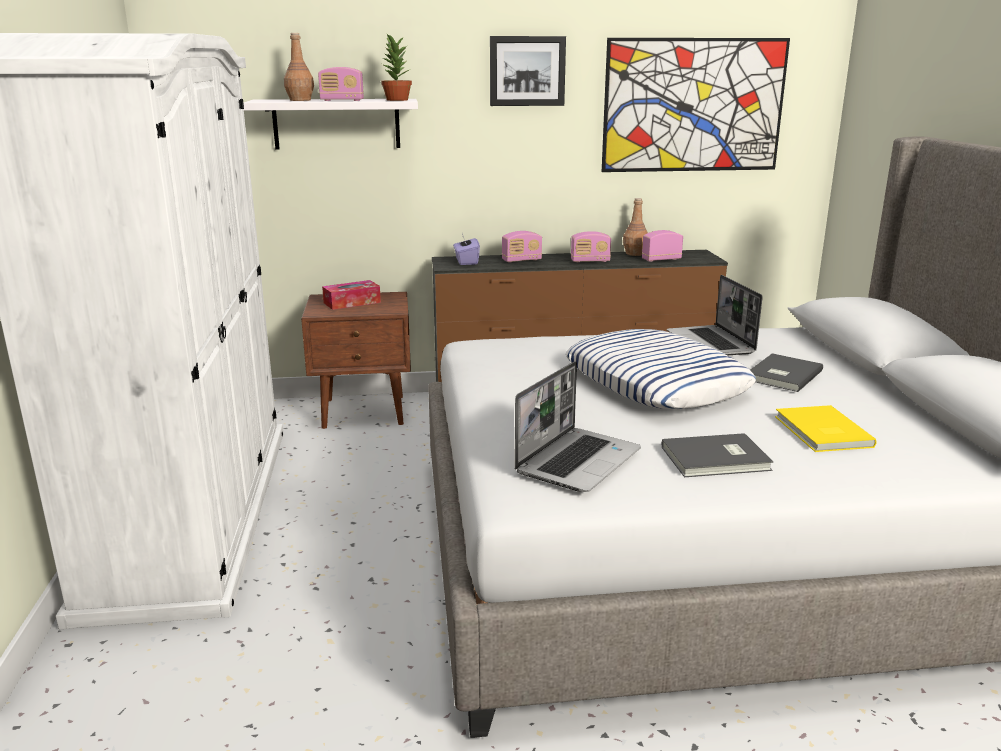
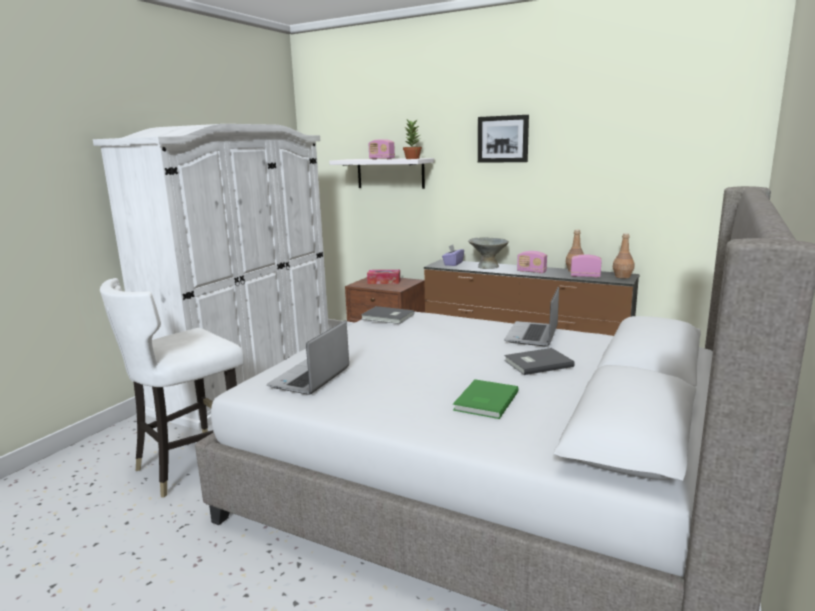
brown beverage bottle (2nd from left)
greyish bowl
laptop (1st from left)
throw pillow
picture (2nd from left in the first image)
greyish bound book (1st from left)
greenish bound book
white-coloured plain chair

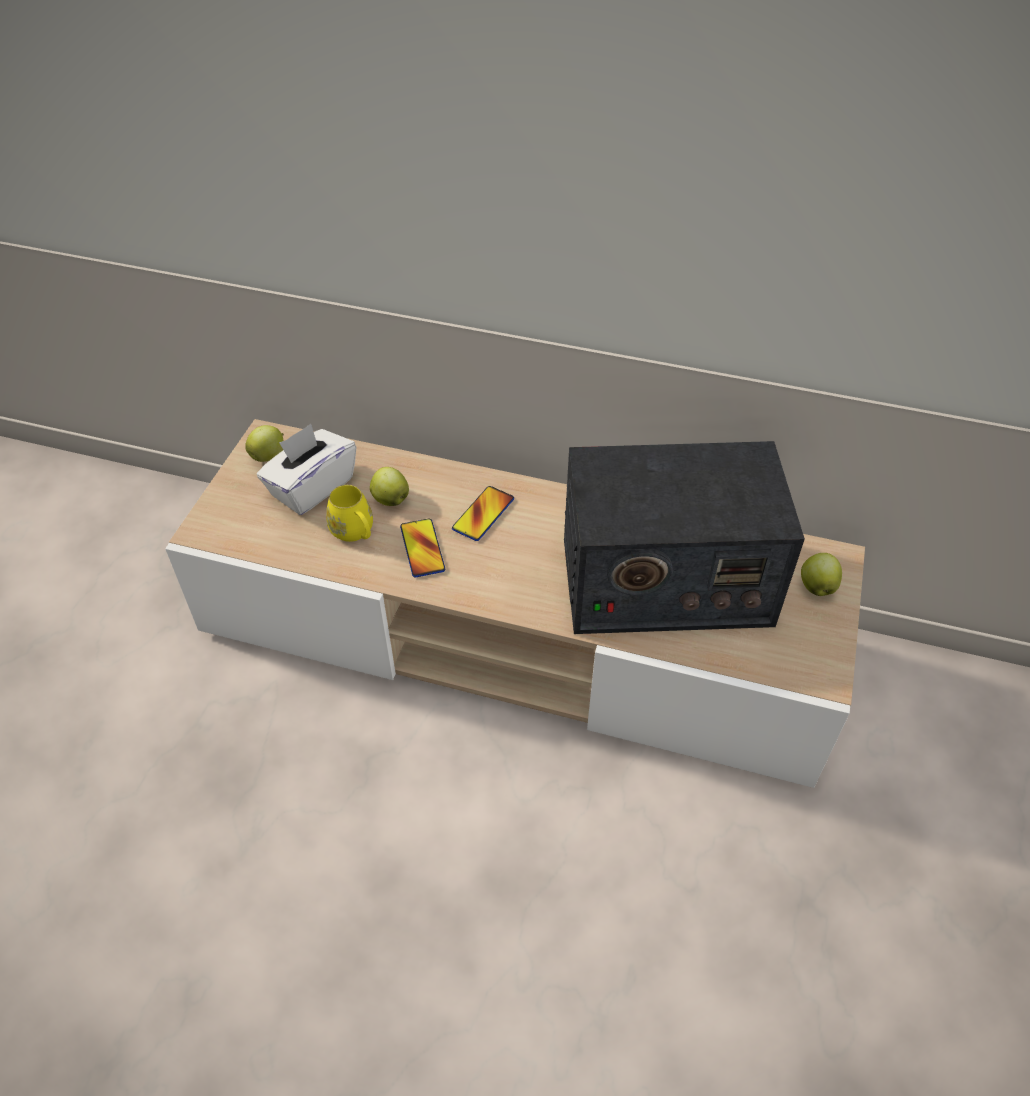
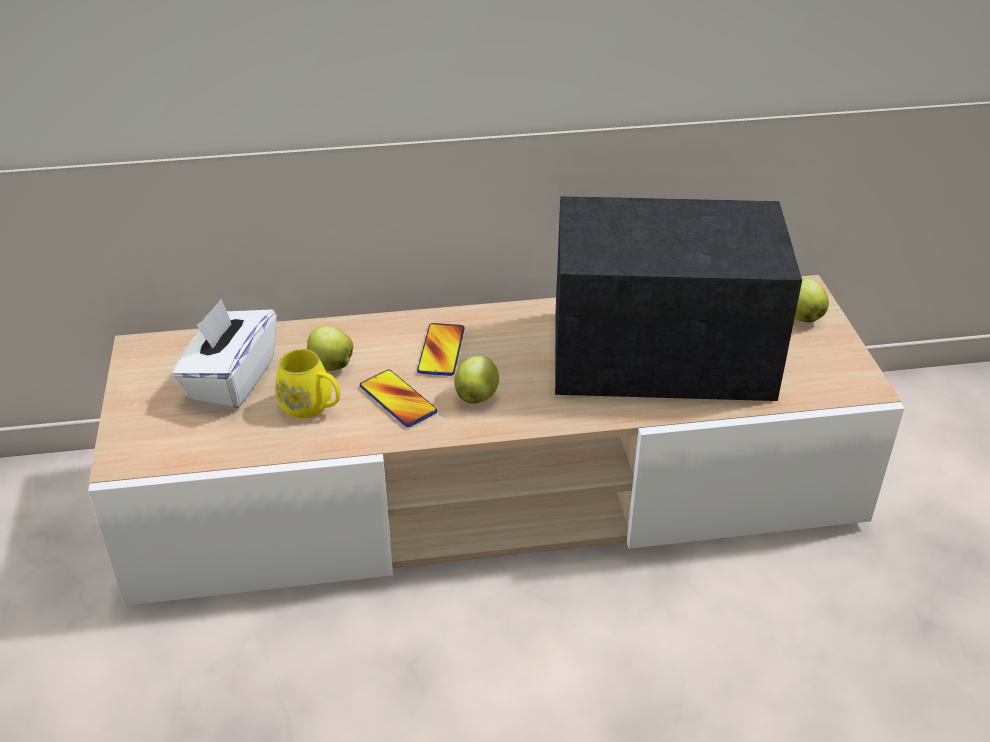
apple (2nd from left)
radio receiver

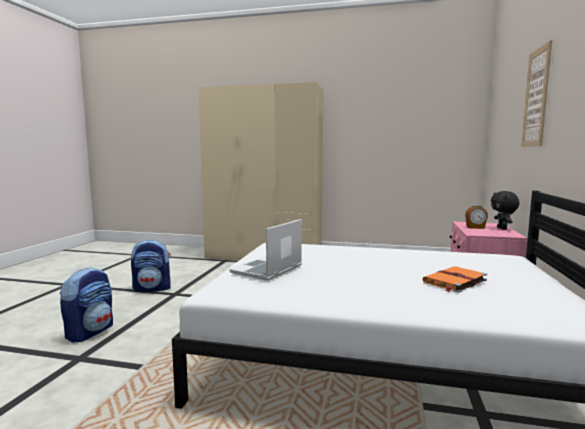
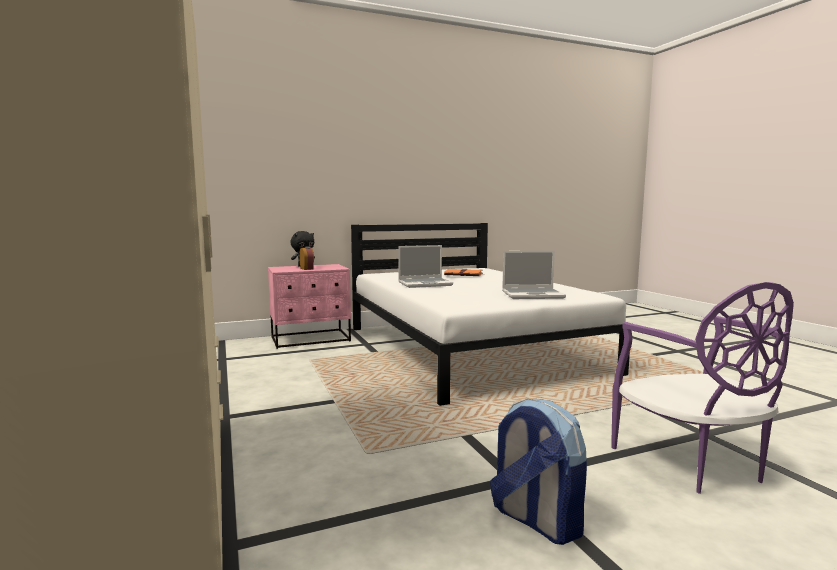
purplish plain chair
picture
laptop (1st from left)

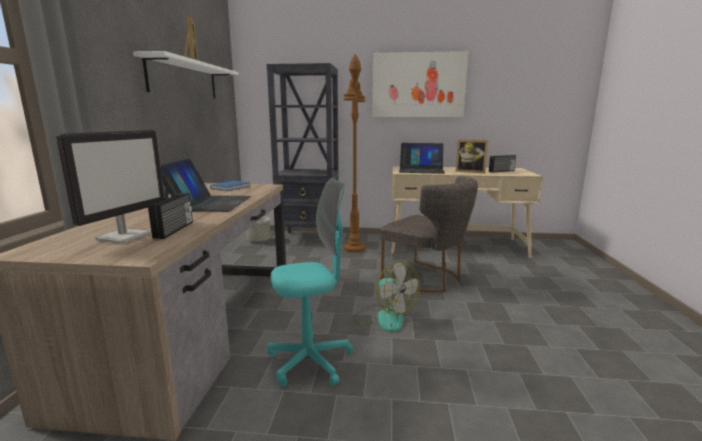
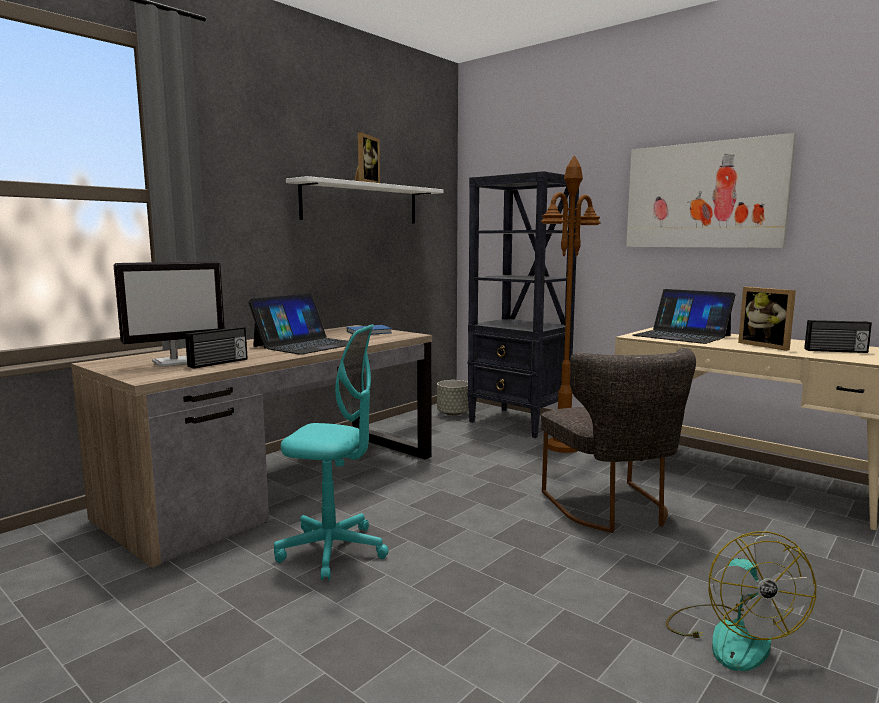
electric fan

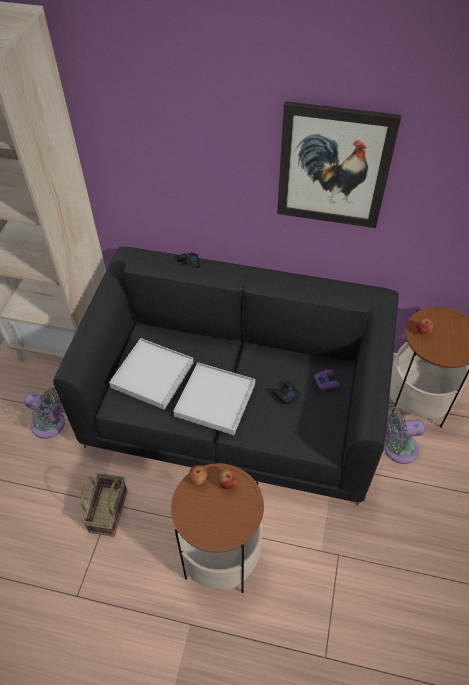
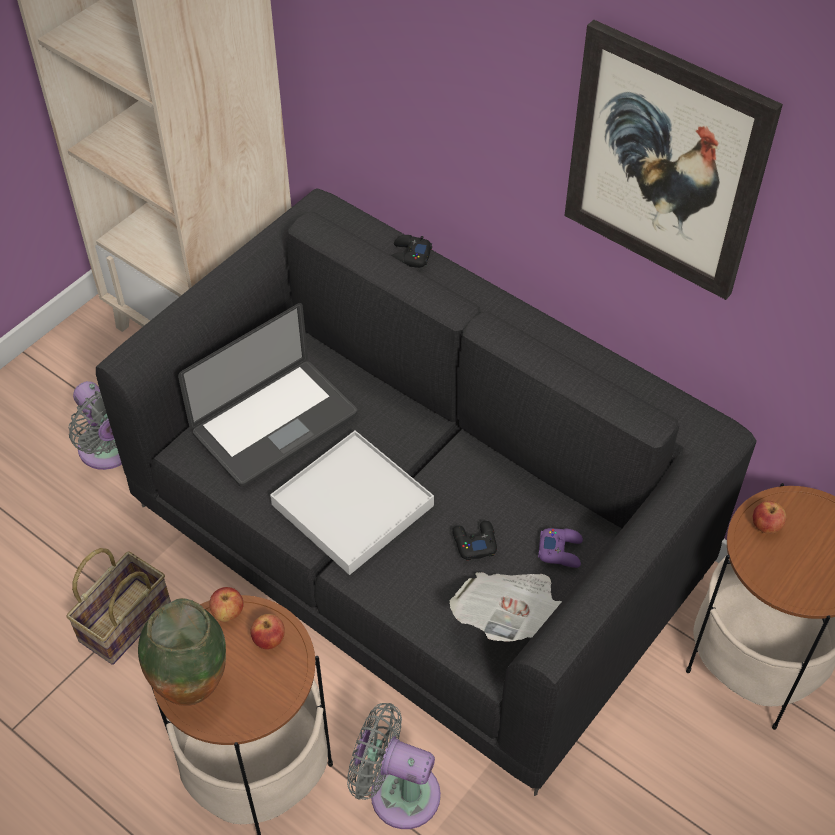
laptop
greyish electric fan (2nd from left)
decorative vase
printed paper

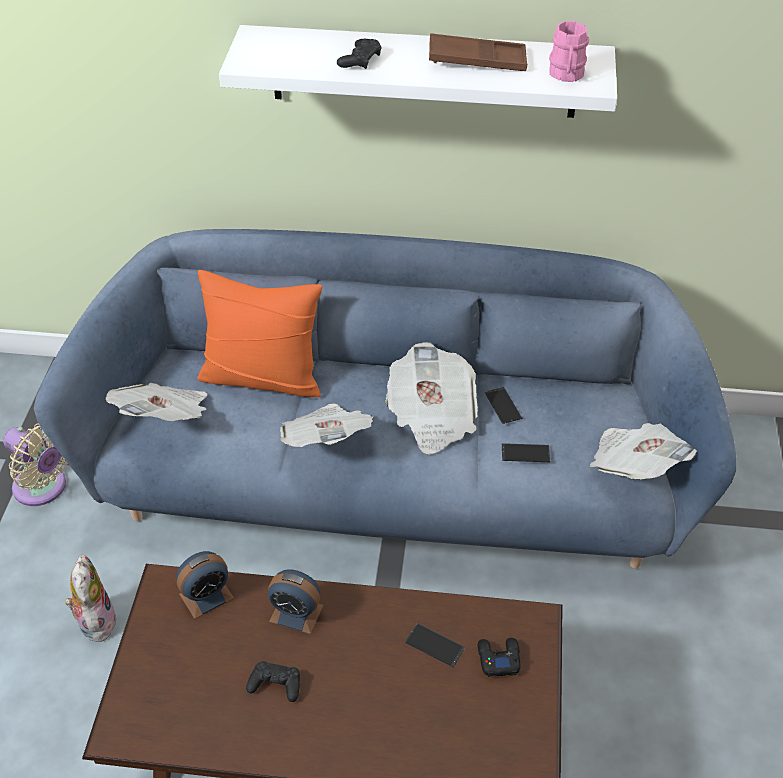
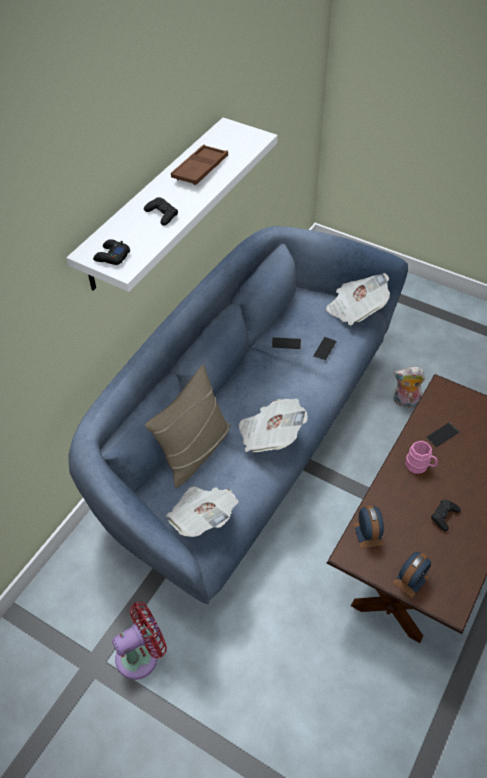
red-coloured electric fan
cuddly toy
beige-coloured throw pillow
alarm clock (2nd from left)
printed paper (3rd from left in the first image)
black gamepad (1st from left)
pinkish coffee mug

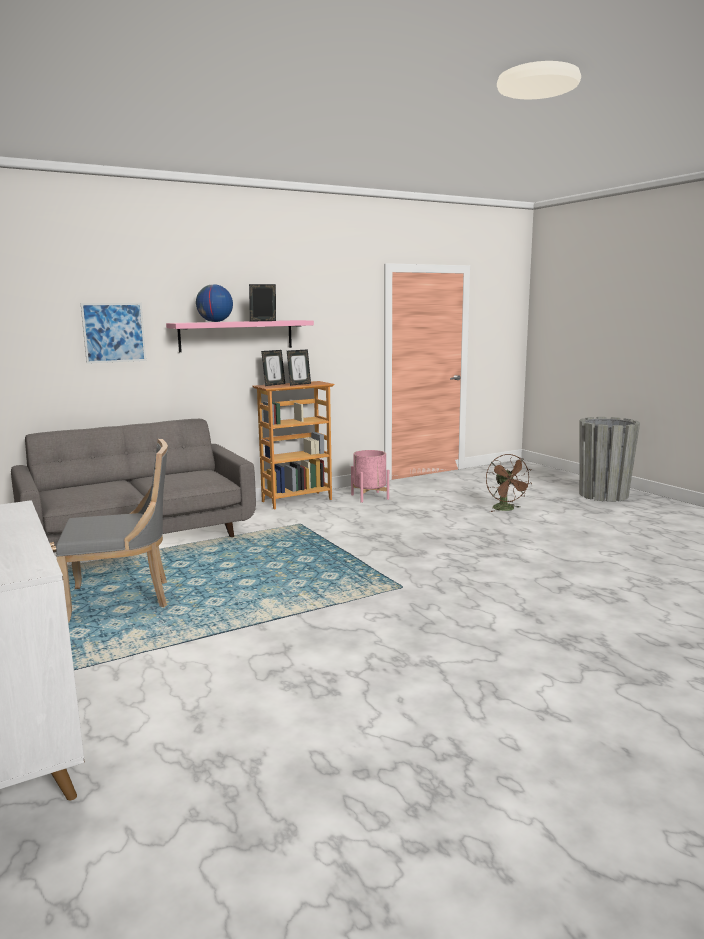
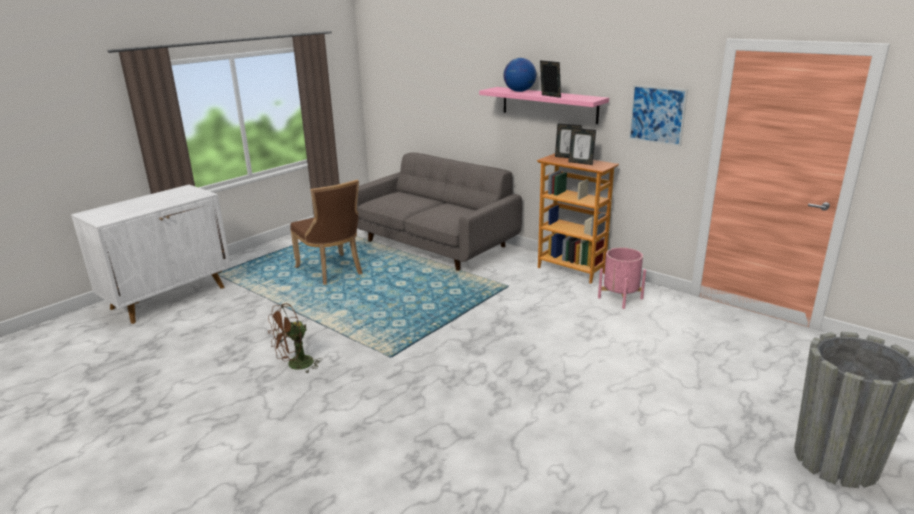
brown plain chair
picture
brown electric fan

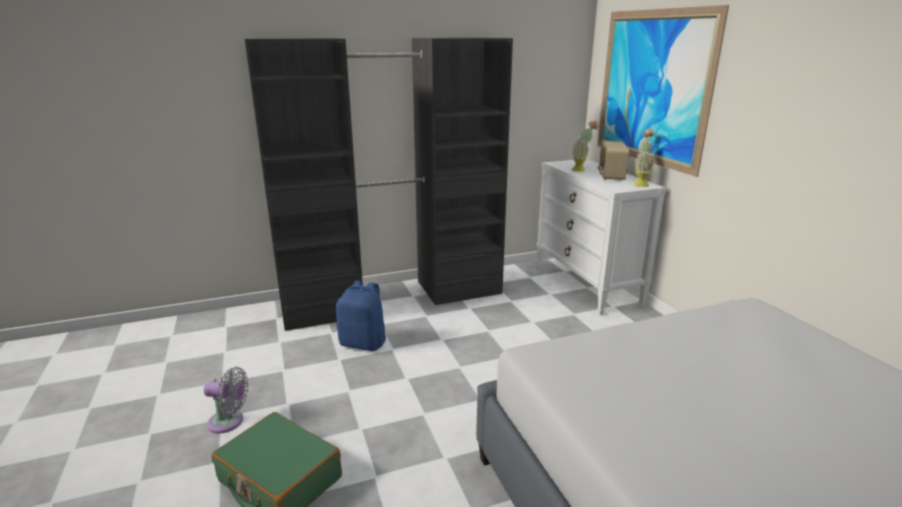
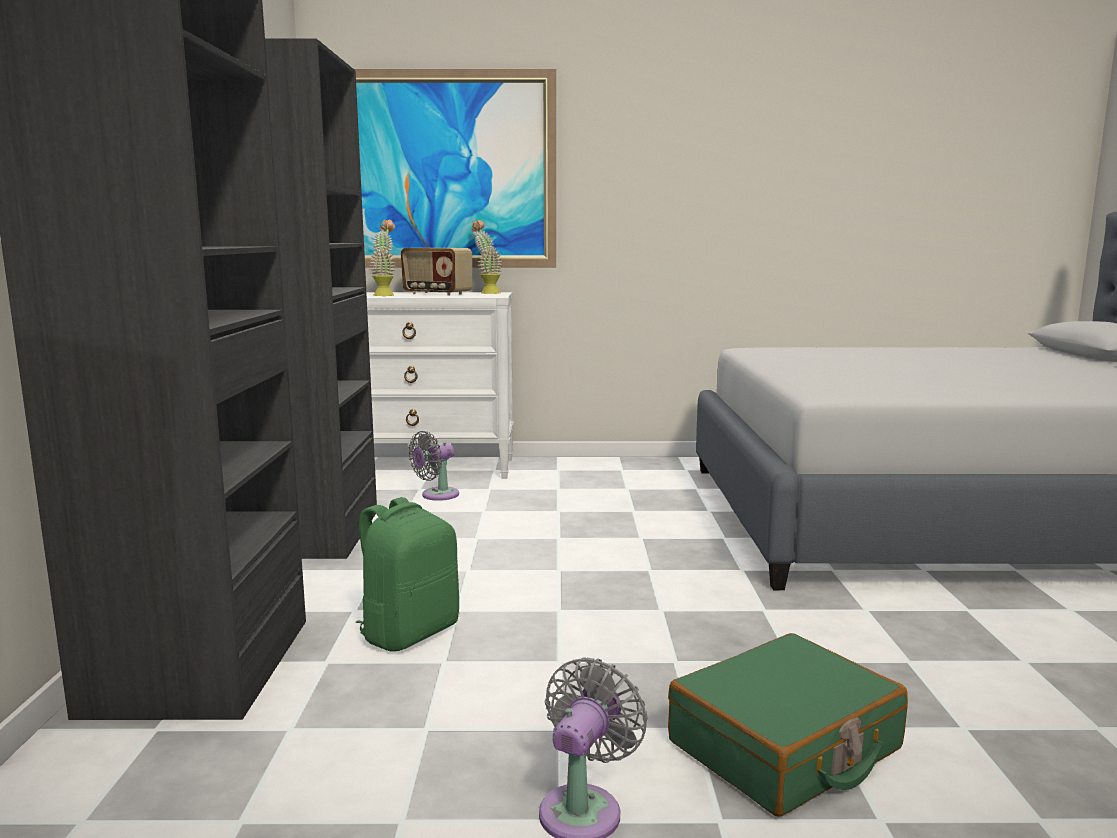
greenish rucksack
greyish electric fan (1st from left)

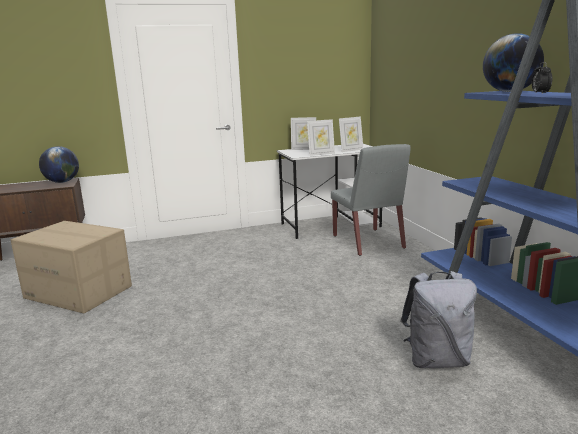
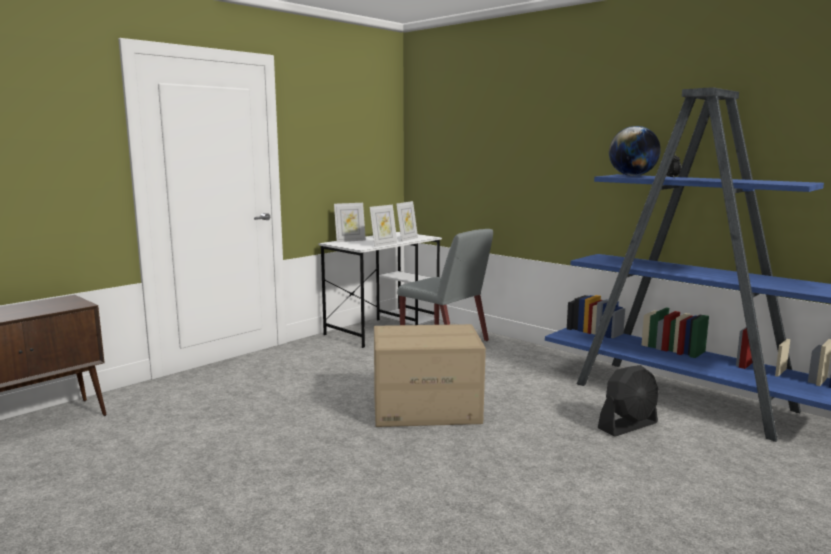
carton
world globe (1st from left in the first image)
black electric fan

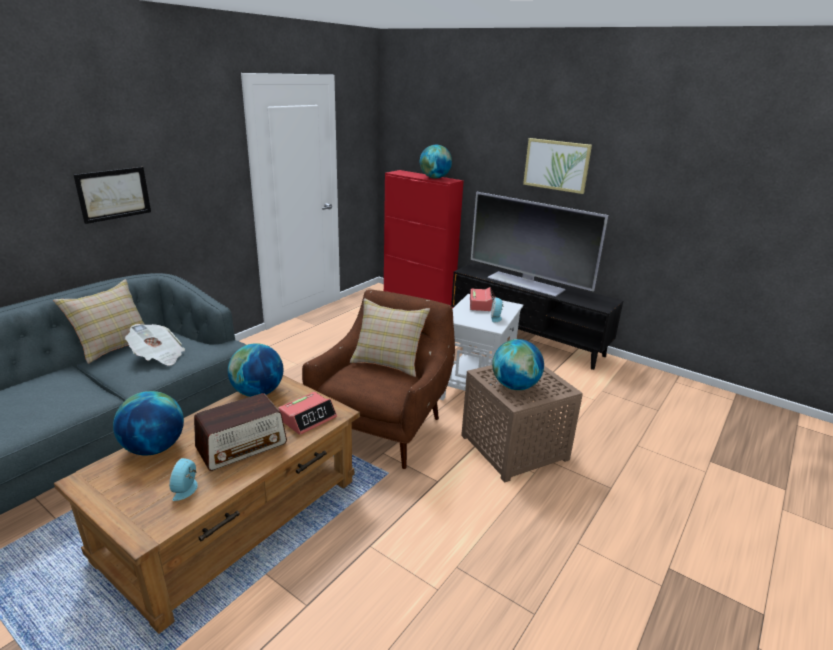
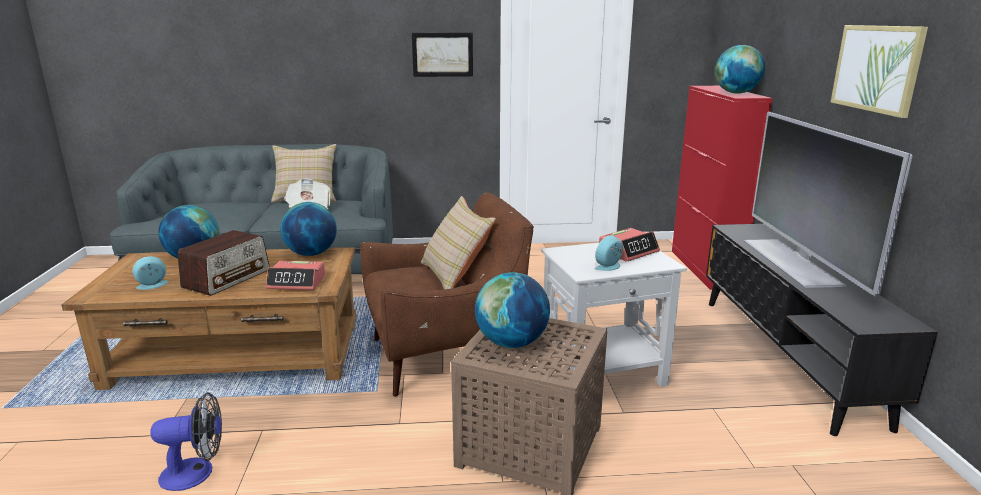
picture (1st from left)
radio receiver
electric fan

